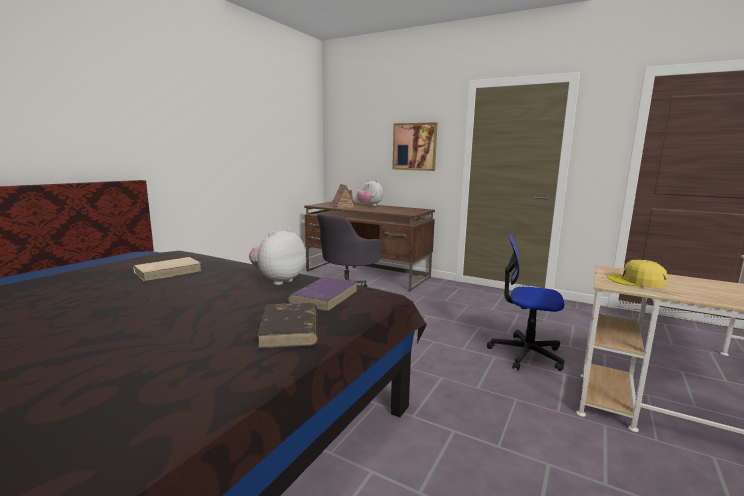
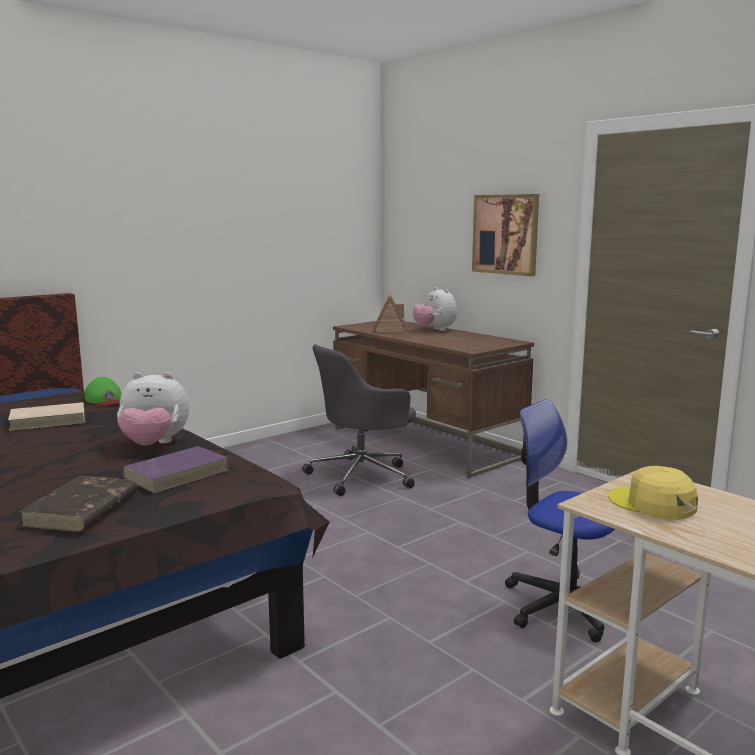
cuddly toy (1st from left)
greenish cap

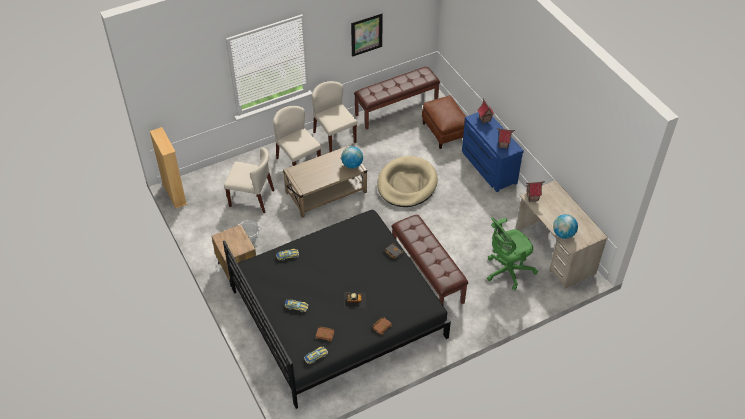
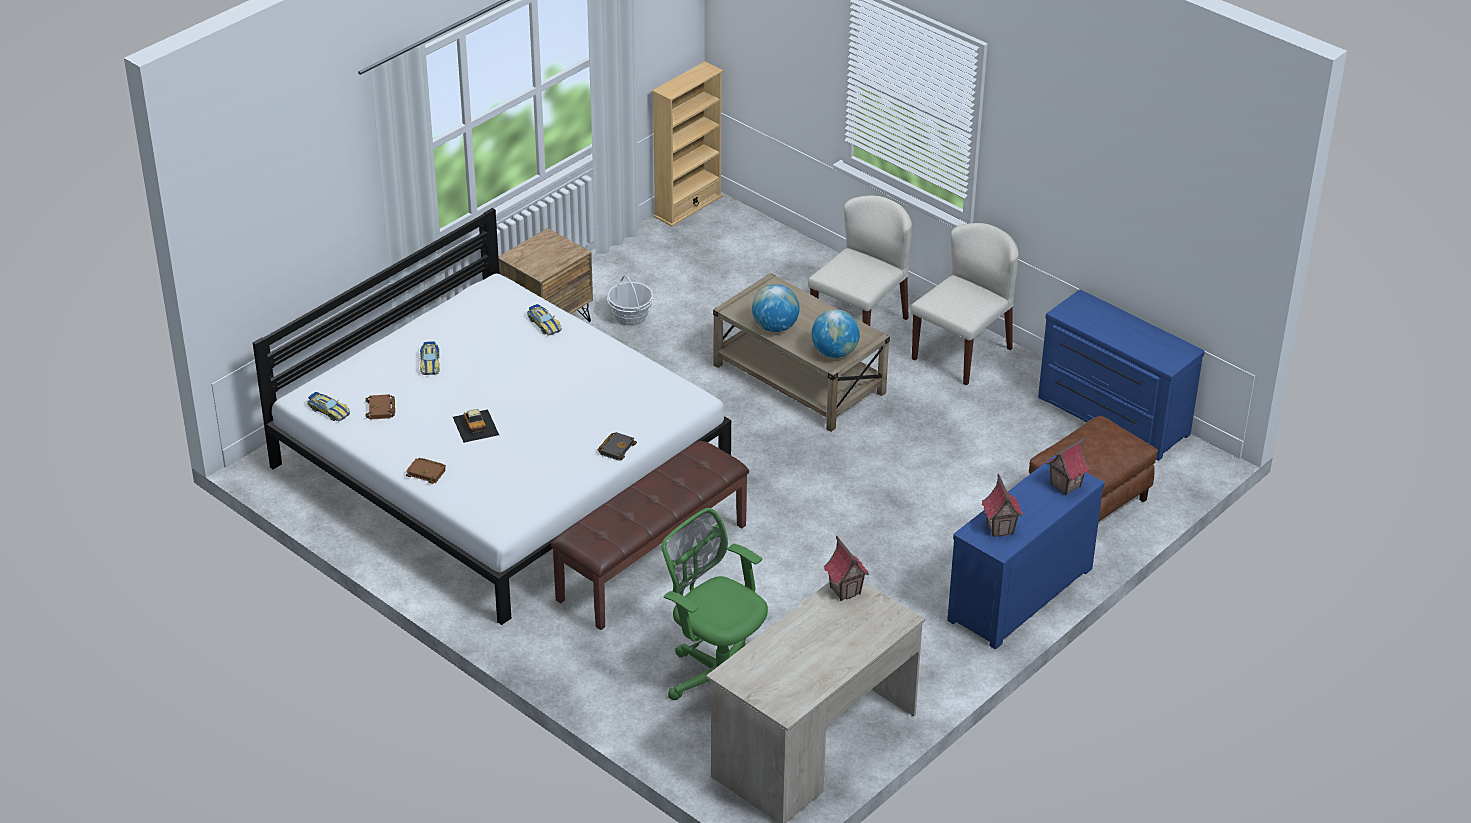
white-coloured bedroom bed
beige-coloured plain chair (1st from left in the first image)
picture
bluish drawer chest (2nd from left)
beige-coloured pet bed
world globe (1st from left)

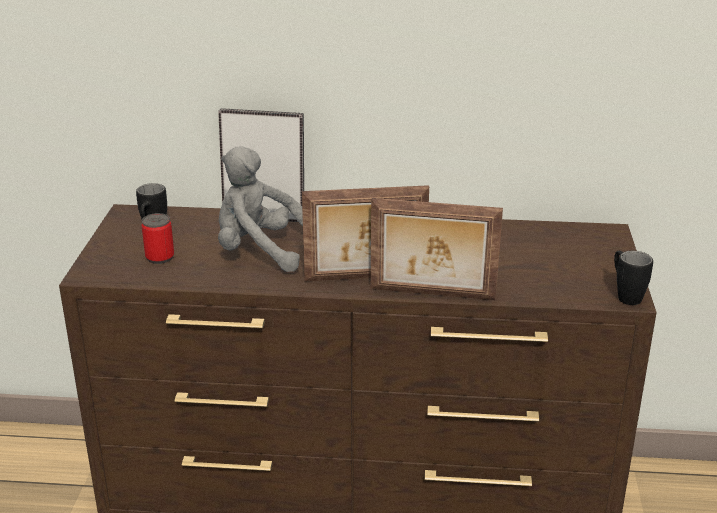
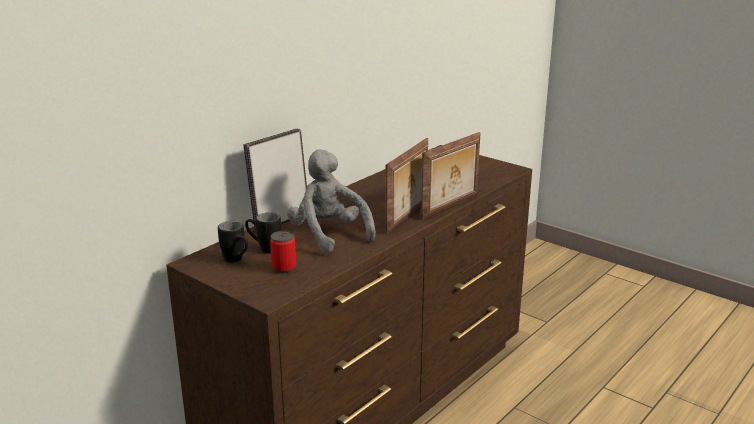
greyish cuddly toy
black coffee mug (2nd from left)

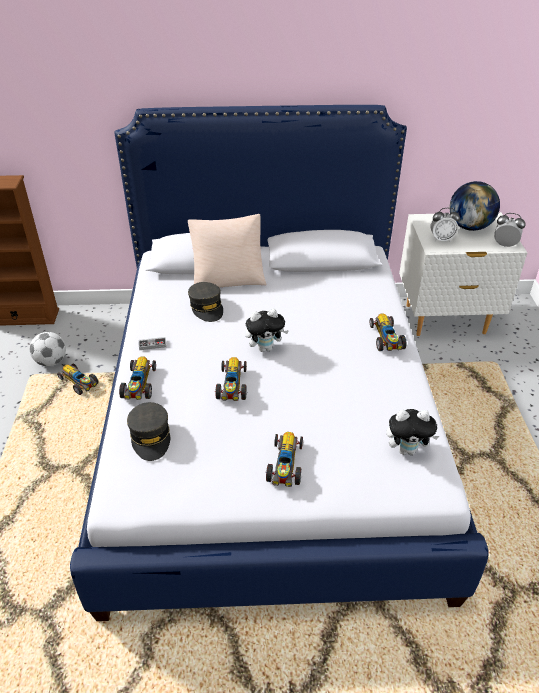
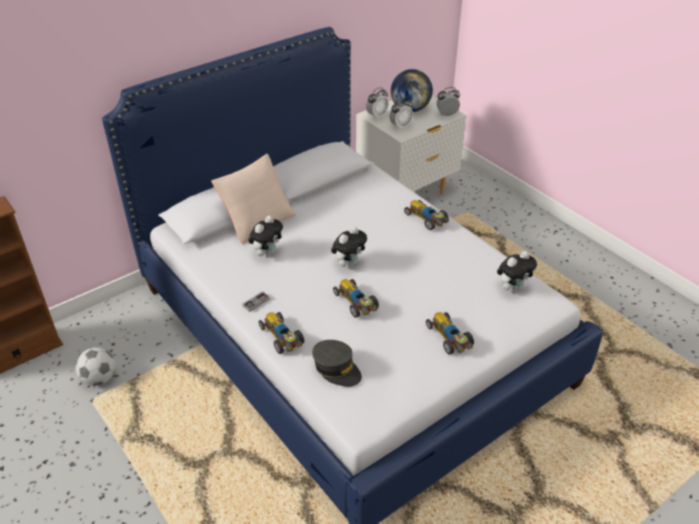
miniature car (1st from left in the first image)
cuddly toy (1st from left)
alarm clock (1st from left)

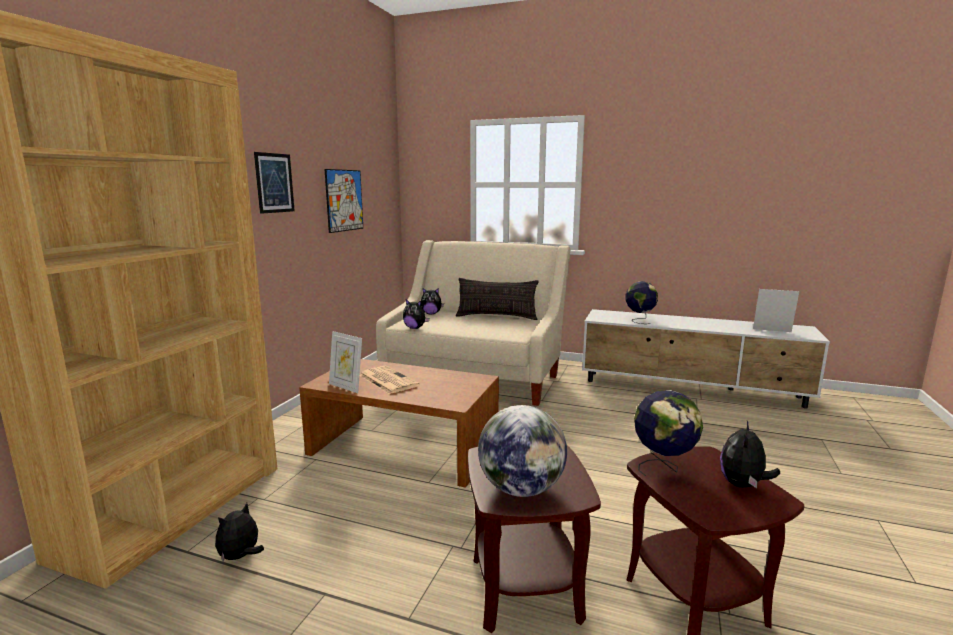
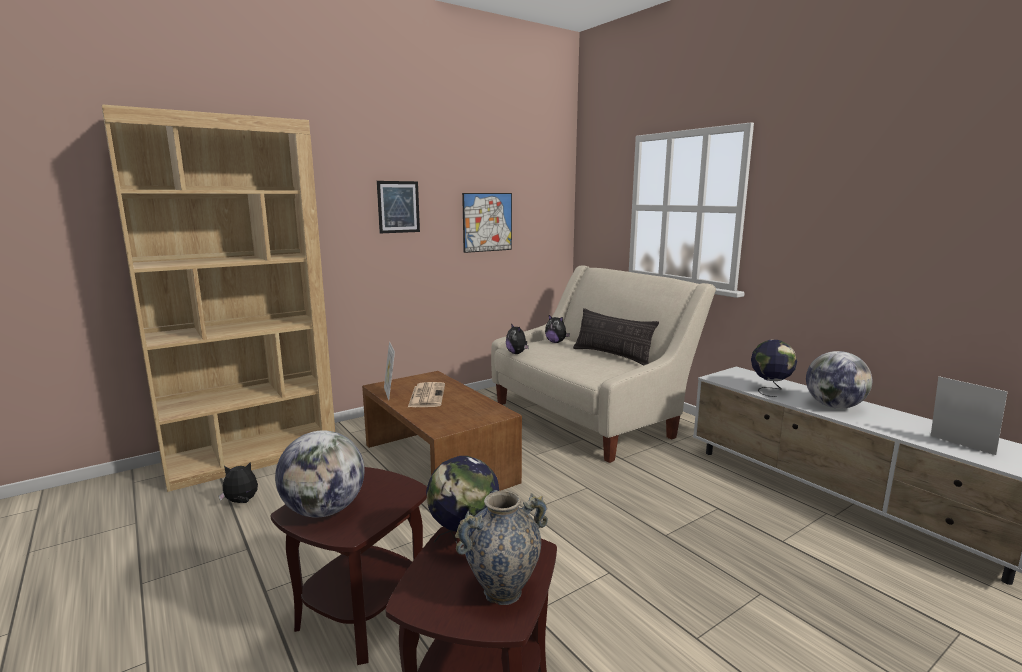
decorative vase
world globe (4th from left)

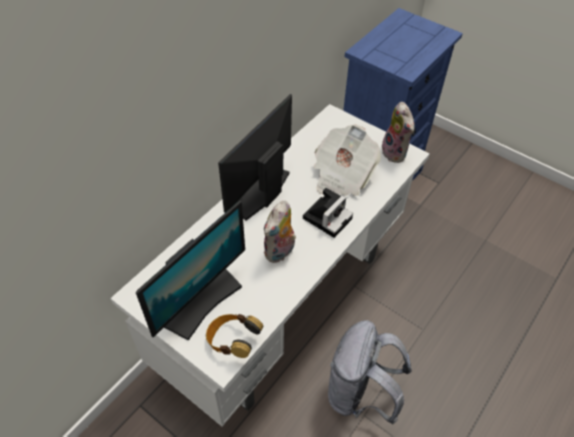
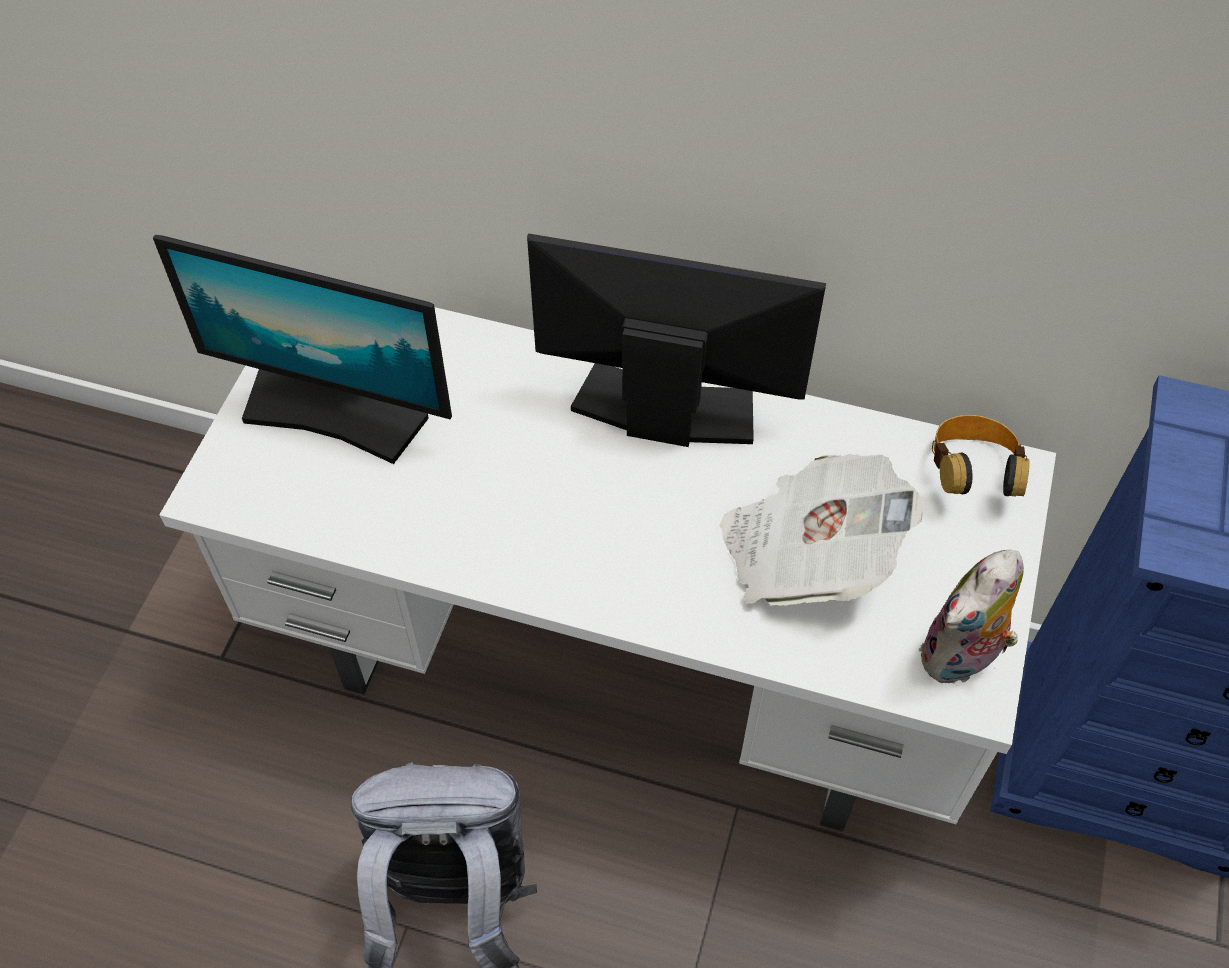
pair of headphones
cuddly toy (1st from left in the first image)
still camera

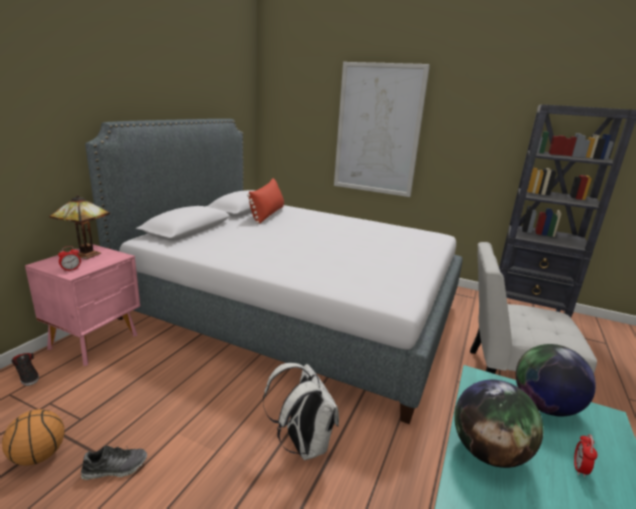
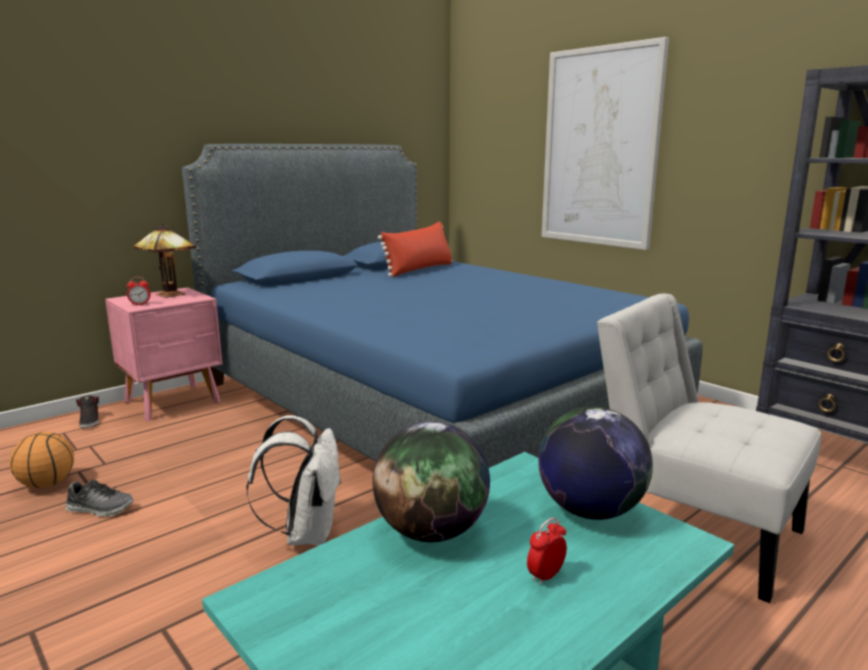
bluish bedroom bed

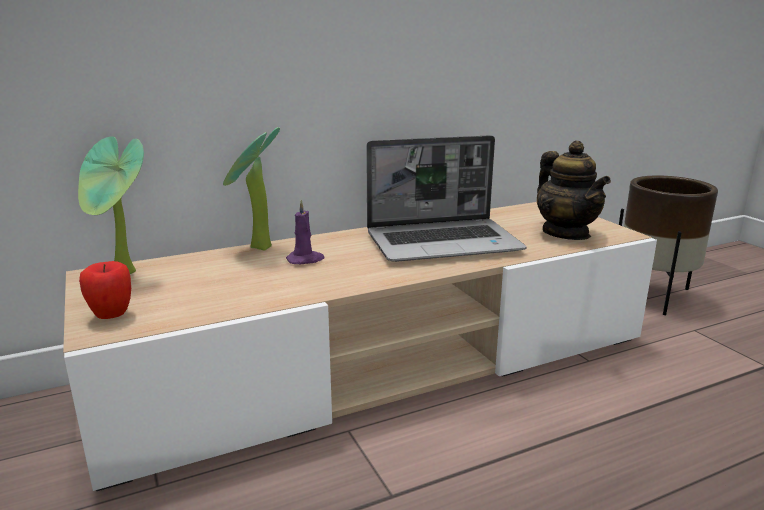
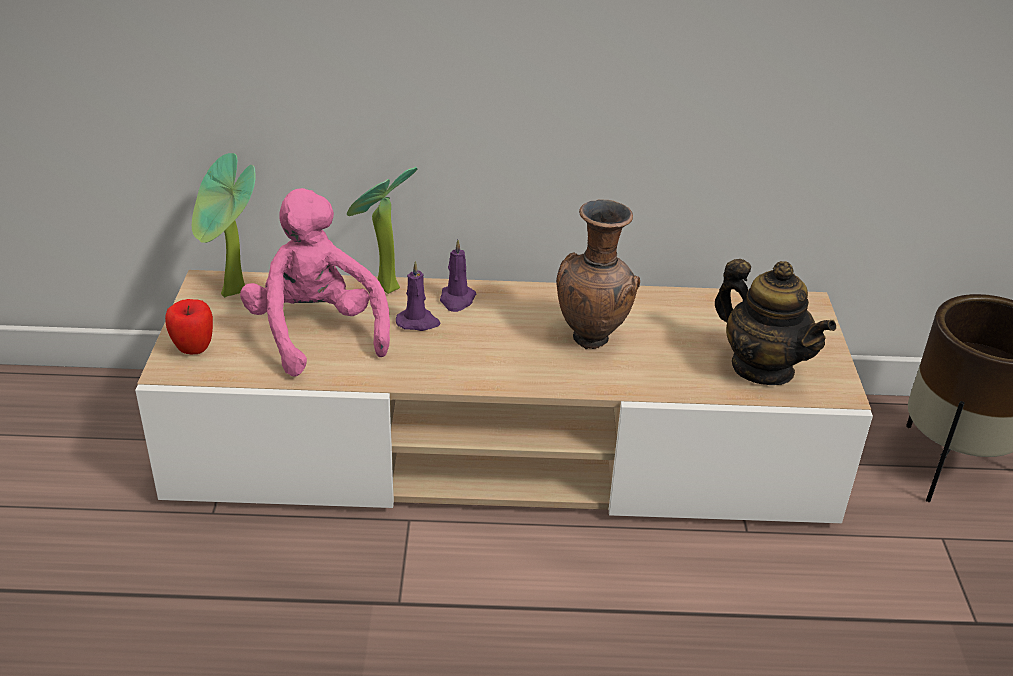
brown decorative vase
teapot
pinkish cuddly toy
purplish candle (2nd from left)

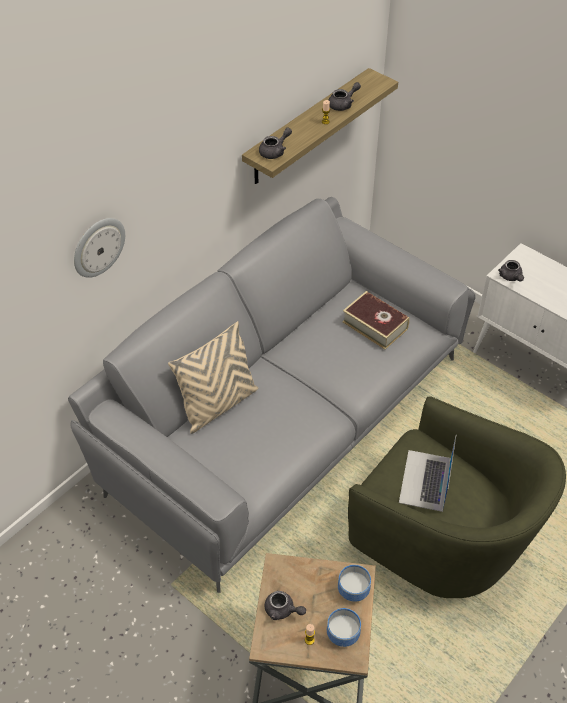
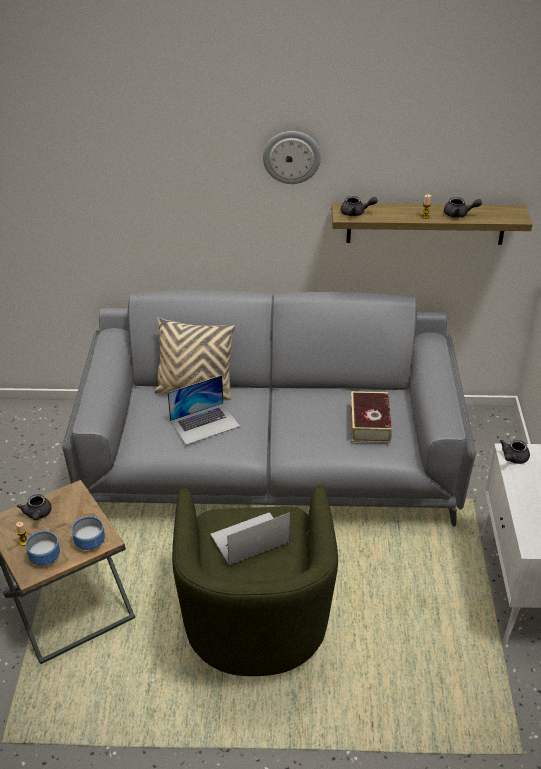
hanging clock
laptop (1st from left)

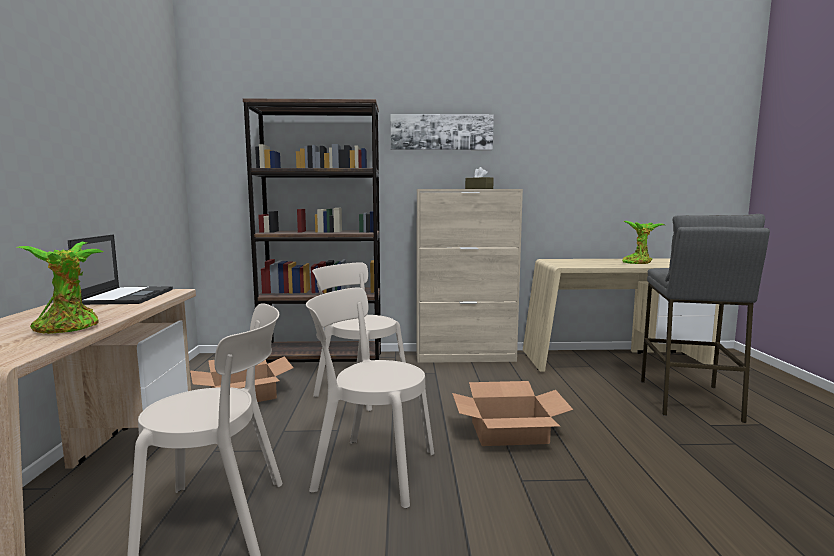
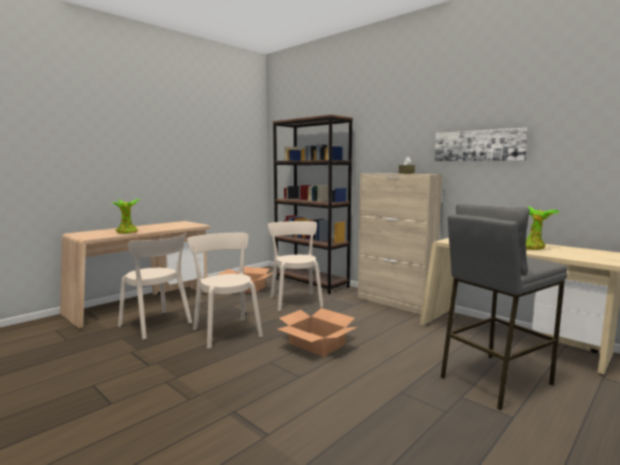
laptop
picture

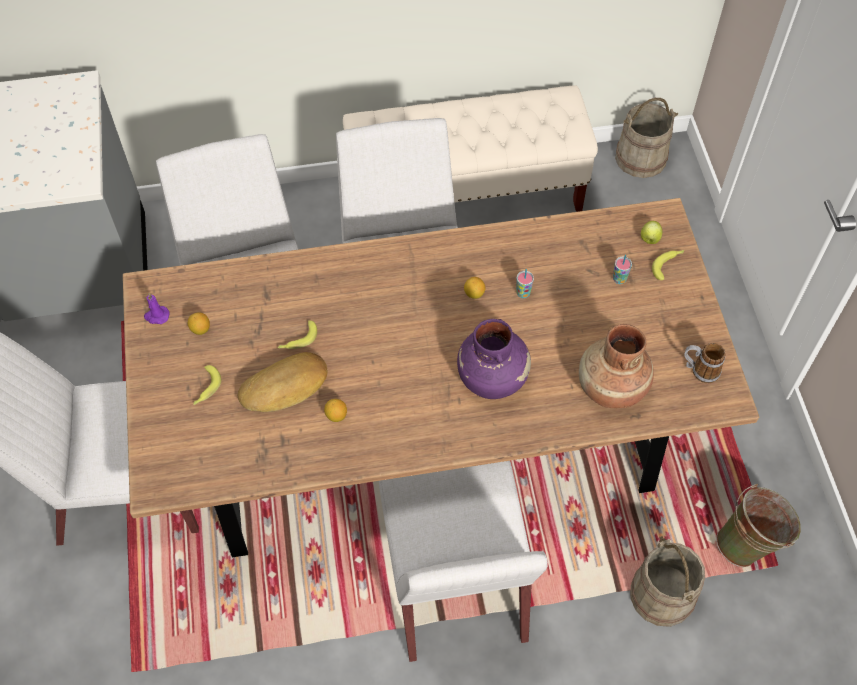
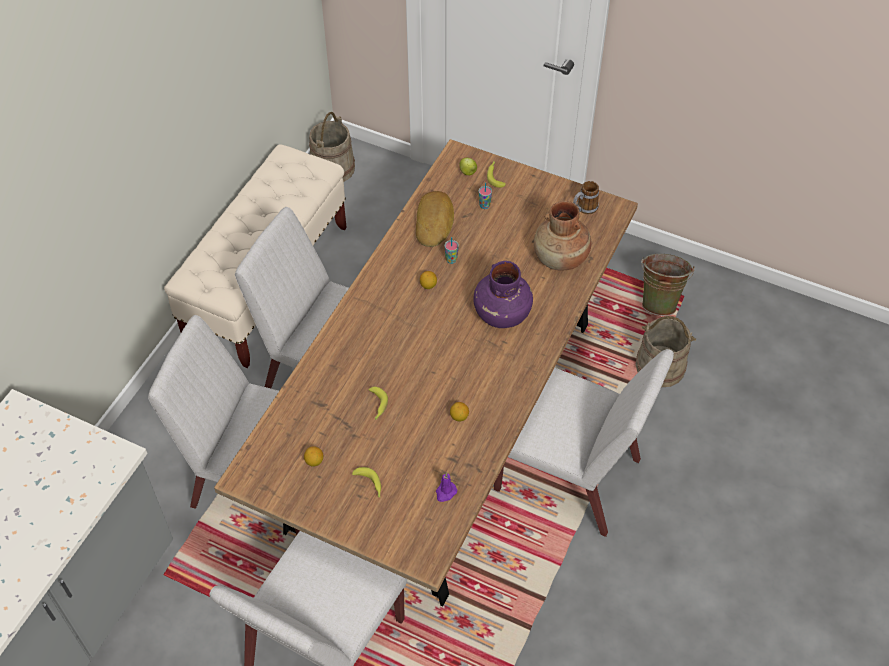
purplish candle
bakery bread

